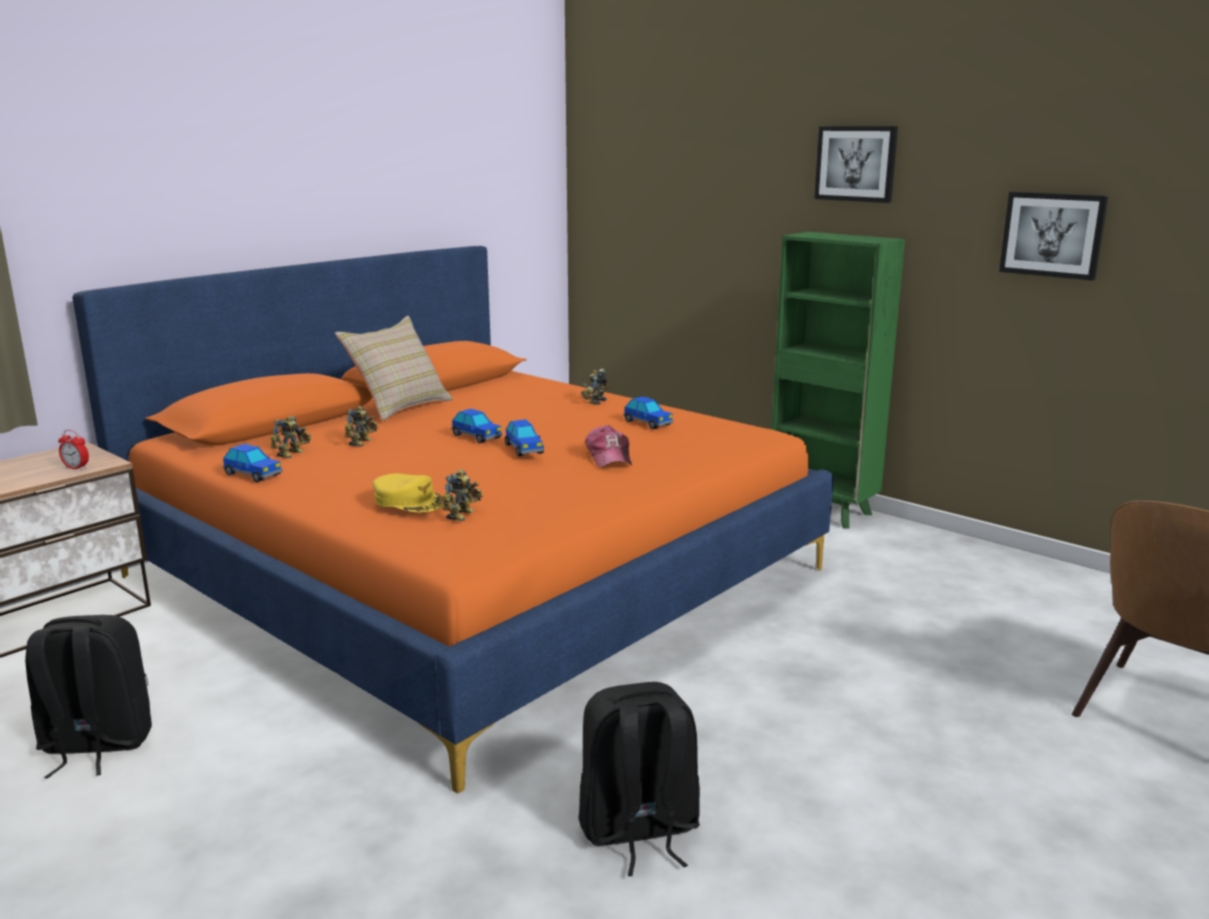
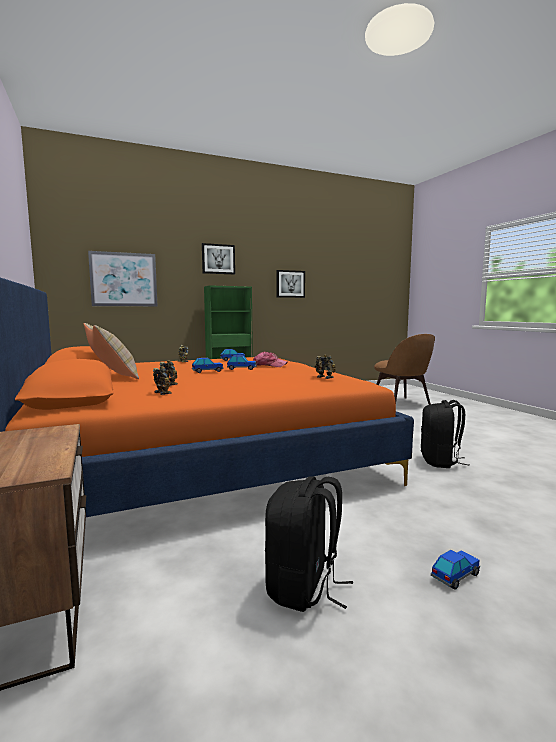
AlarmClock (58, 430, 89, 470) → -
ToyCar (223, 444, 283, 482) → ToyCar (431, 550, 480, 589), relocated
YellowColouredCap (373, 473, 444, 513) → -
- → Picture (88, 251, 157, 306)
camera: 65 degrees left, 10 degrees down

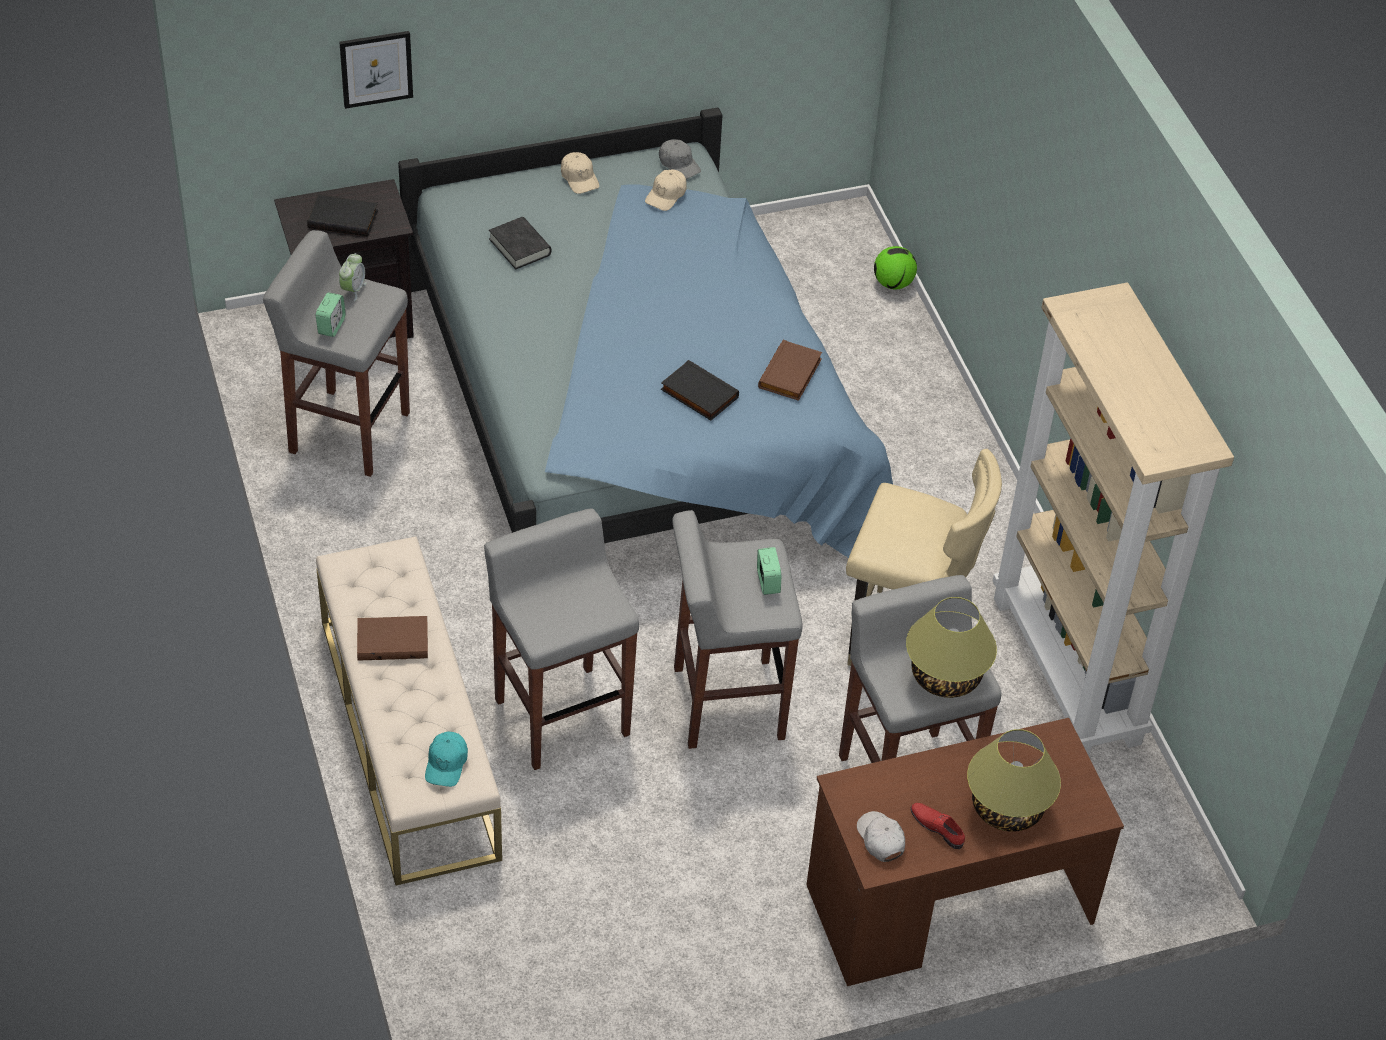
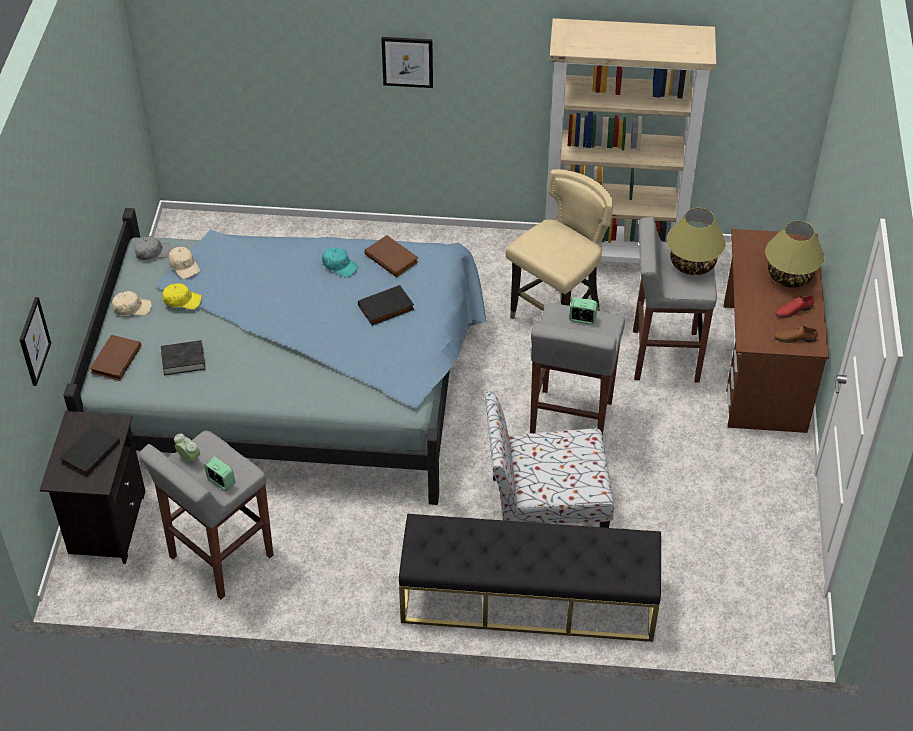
SandColouredIndoorBench (316, 536, 502, 886) → BlackColouredIndoorBench (399, 514, 661, 642)
BrownishVolume (357, 616, 428, 660) → BrownishVolume (90, 335, 141, 381), relocated
BlueGreenCap (425, 732, 468, 787) → BlueGreenCap (322, 247, 358, 277), relocated
GraySittingStool (484, 508, 639, 770) → UprightChair (484, 391, 614, 528)
WhiteColouredCap (857, 811, 905, 862) → BrownishLowShoe (774, 326, 818, 343)
FootballBall (874, 246, 917, 289) → -
- → YellowColouredCap (162, 283, 202, 309)
- → Picture (381, 37, 433, 88)
camera: 65 degrees left, 0 degrees up

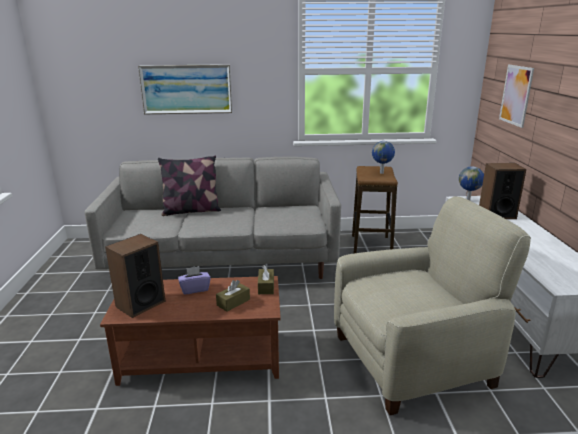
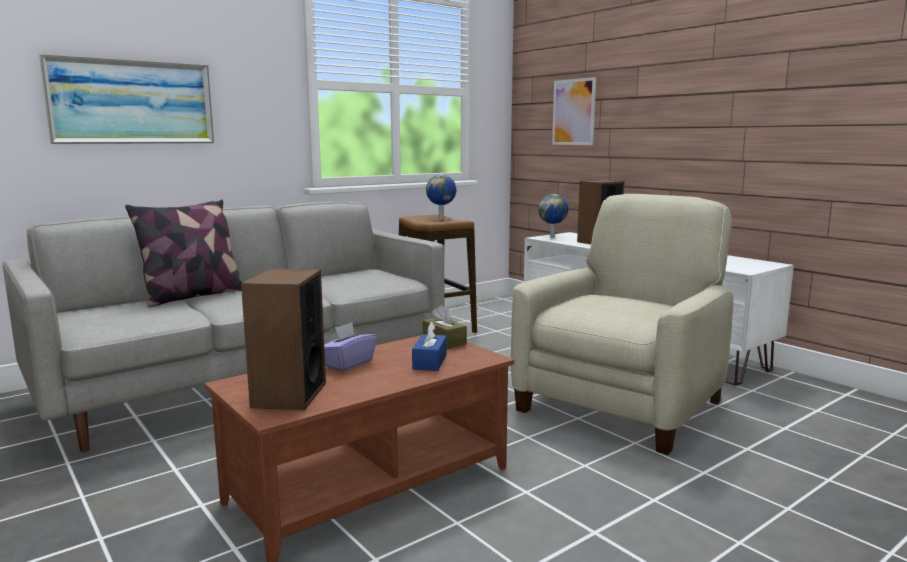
BrownishTissueBox (216, 280, 250, 312) → BlueColouredTissueBox (412, 322, 447, 371)
camera: 35 degrees left, 10 degrees down

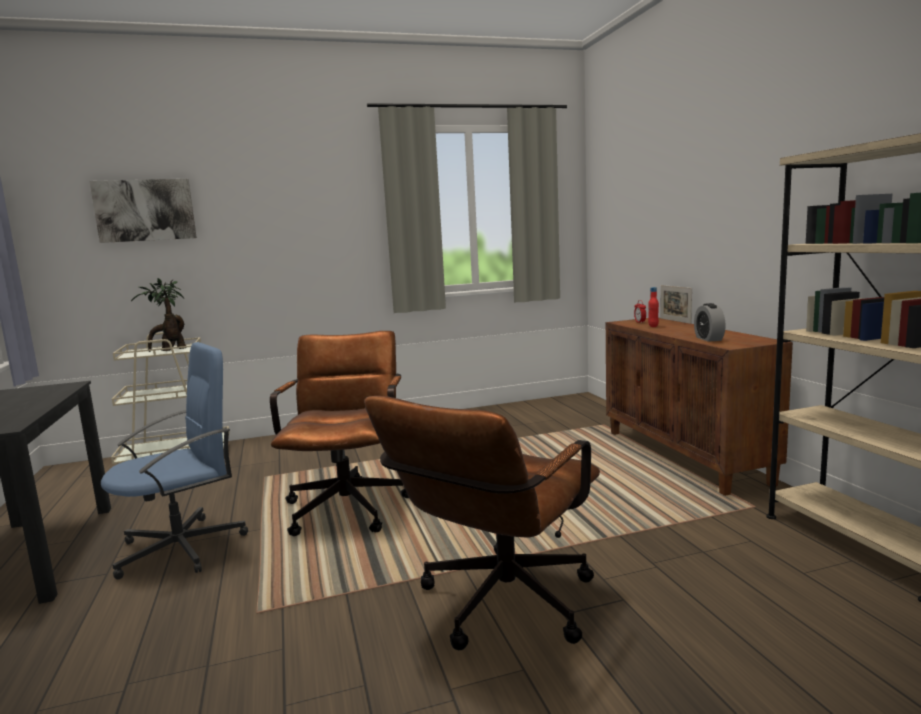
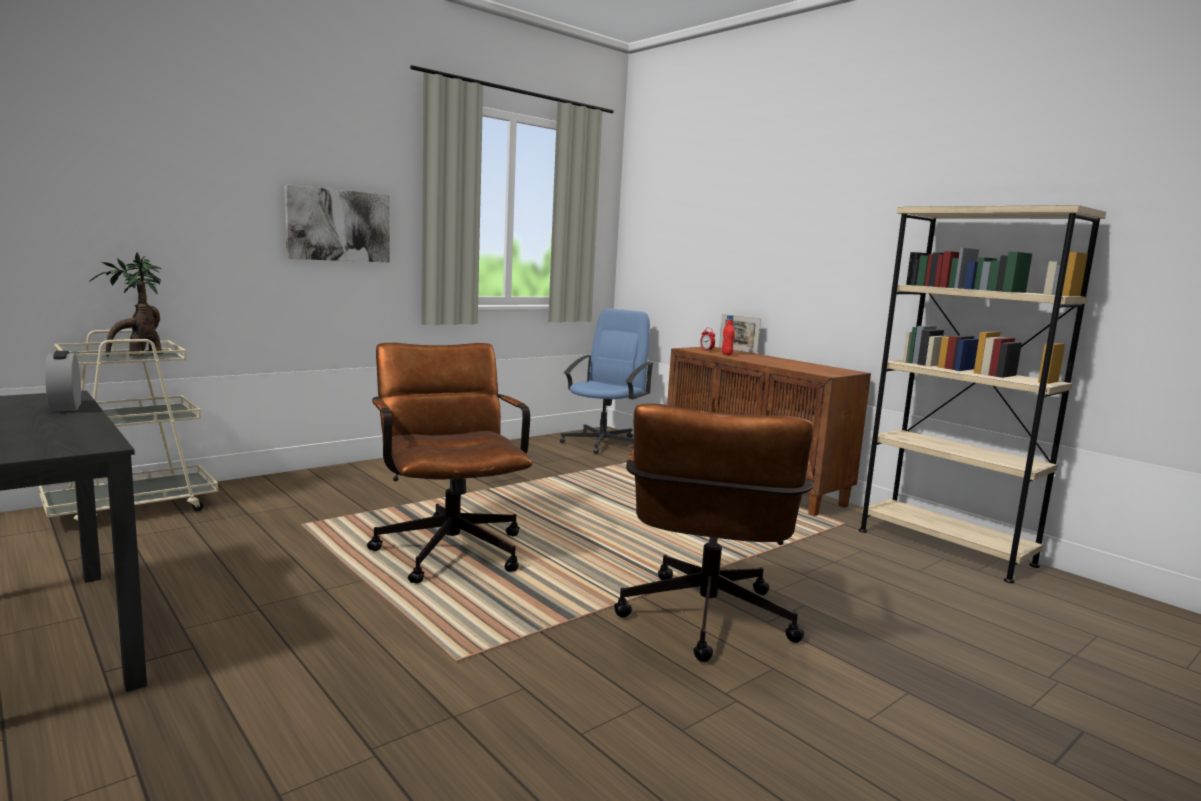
Picture (89, 179, 197, 243) → Picture (285, 185, 390, 263), relocated
BlueColouredOfficeChair (101, 342, 248, 579) → BlueColouredOfficeChair (560, 308, 654, 454), relocated
AlarmClock (694, 303, 726, 342) → AlarmClock (45, 351, 81, 412), relocated
camera: 25 degrees left, 0 degrees up

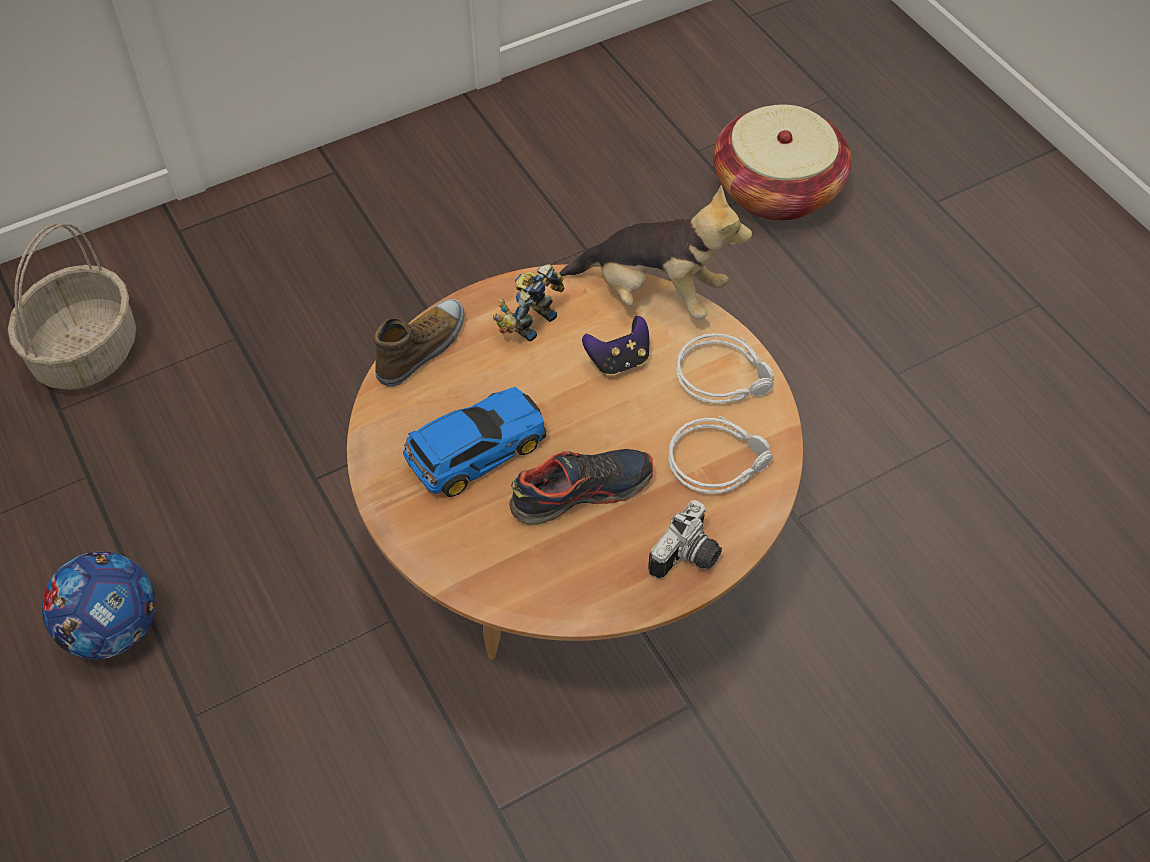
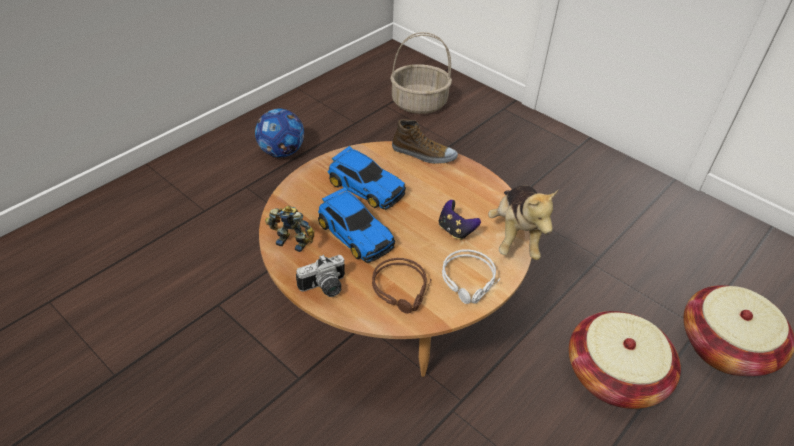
ModelRobot (493, 264, 564, 341) → ModelRobot (265, 205, 315, 252), relocated
LowShoe (509, 449, 653, 526) → ToyCar (318, 187, 395, 263)
StillCamera (648, 500, 722, 579) → StillCamera (296, 254, 345, 297), 45 degrees counterclockwise
GrayHeadset (668, 416, 773, 494) → BrownishHeadset (372, 258, 432, 314)
- → HouseholdBasket (569, 311, 681, 409)
camera: 70 degrees right, 10 degrees down

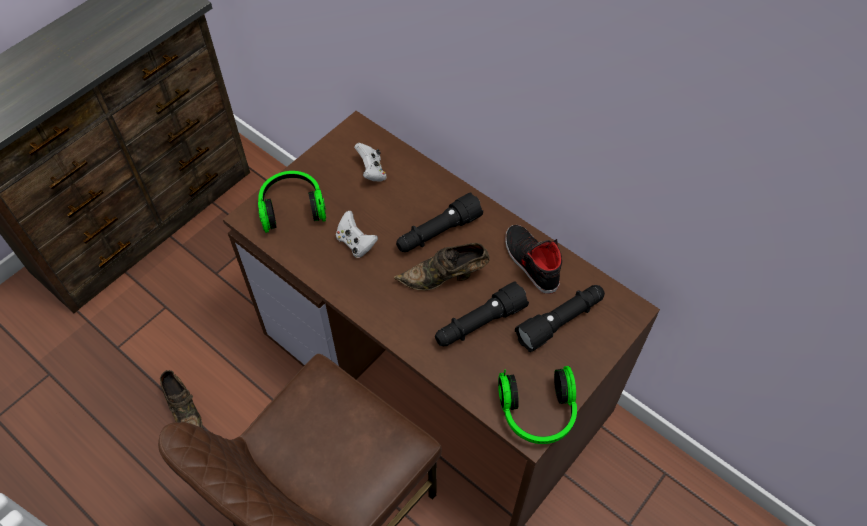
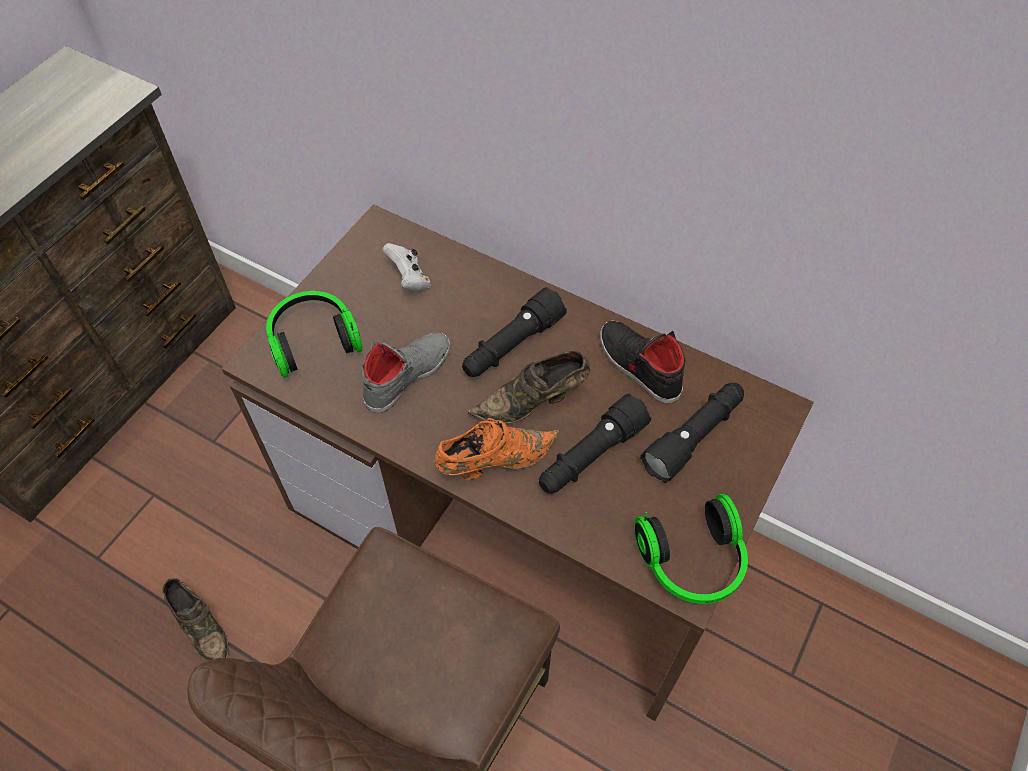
WhiteColouredJoypad (336, 211, 378, 258) → GrayLowShoe (362, 333, 451, 413)
- → OrangeLowShoe (434, 418, 559, 480)
camera: 10 degrees left, 0 degrees up

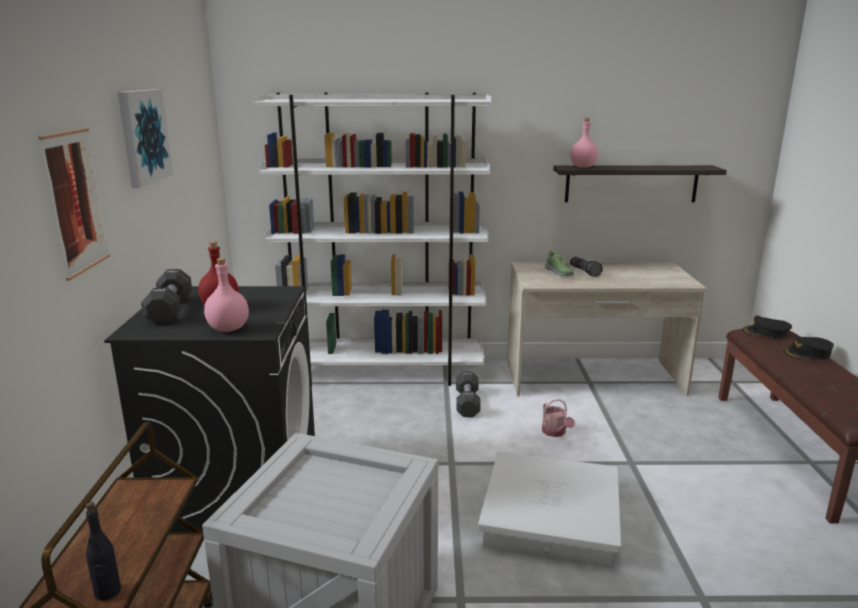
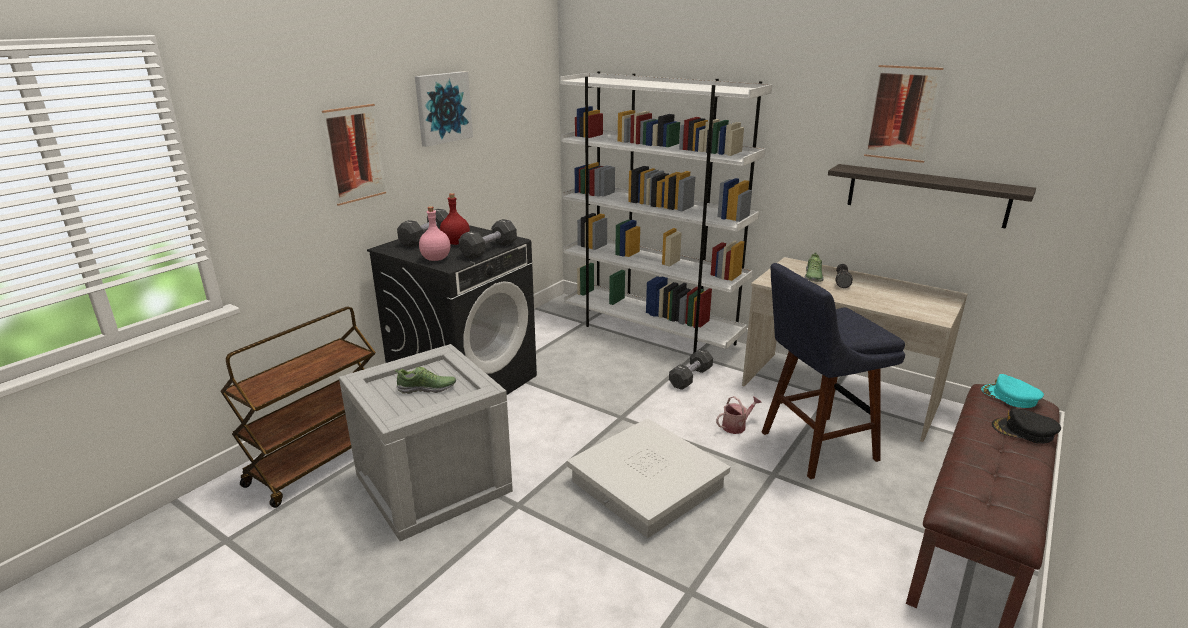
BlackColouredBeverageBottle (86, 502, 121, 601) → -
WateringPot (542, 399, 575, 437) → WateringPot (716, 396, 762, 434), 135 degrees counterclockwise
PinkishBeverageBottle (570, 118, 598, 168) → -
BlackColouredCap (742, 315, 792, 338) → BlueGreenCap (981, 374, 1044, 408)
- → LowShoe (395, 367, 456, 394)
- → BlackColouredFreeWeight (459, 219, 517, 259)
- → BlueColouredSittingStool (762, 263, 905, 479)
- → Picture (864, 65, 943, 163)
camera: 35 degrees right, 5 degrees up

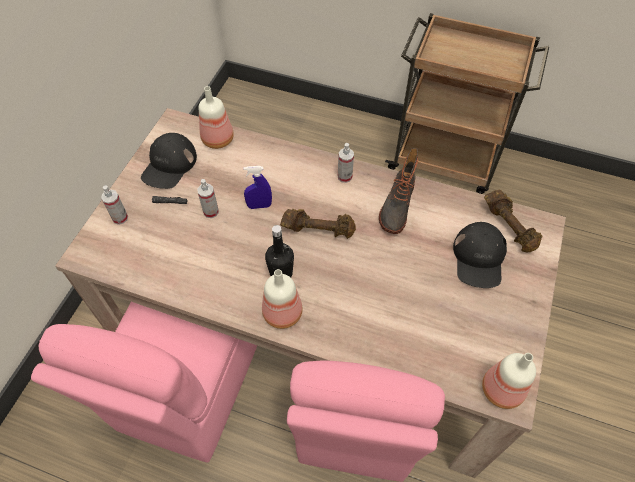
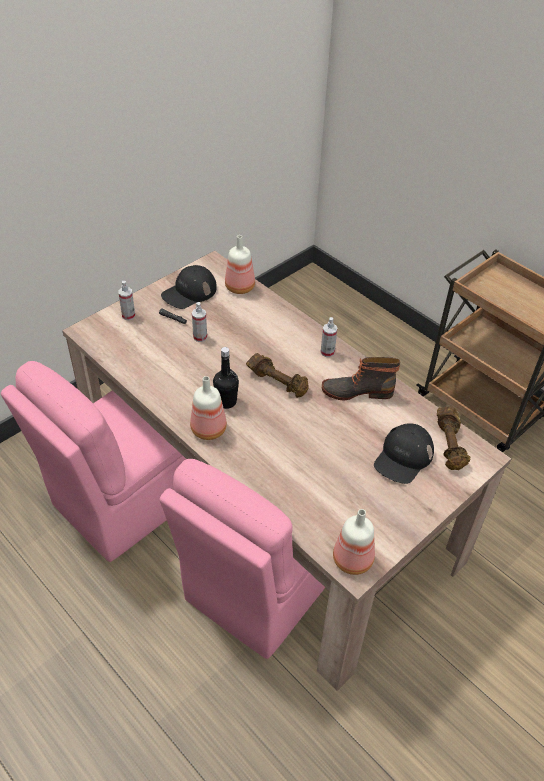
BlueColouredHandSprayer (243, 166, 272, 209) → -
TallBoot (379, 148, 418, 234) → TallBoot (322, 357, 400, 400), 45 degrees clockwise
camera: 25 degrees right, 10 degrees down

